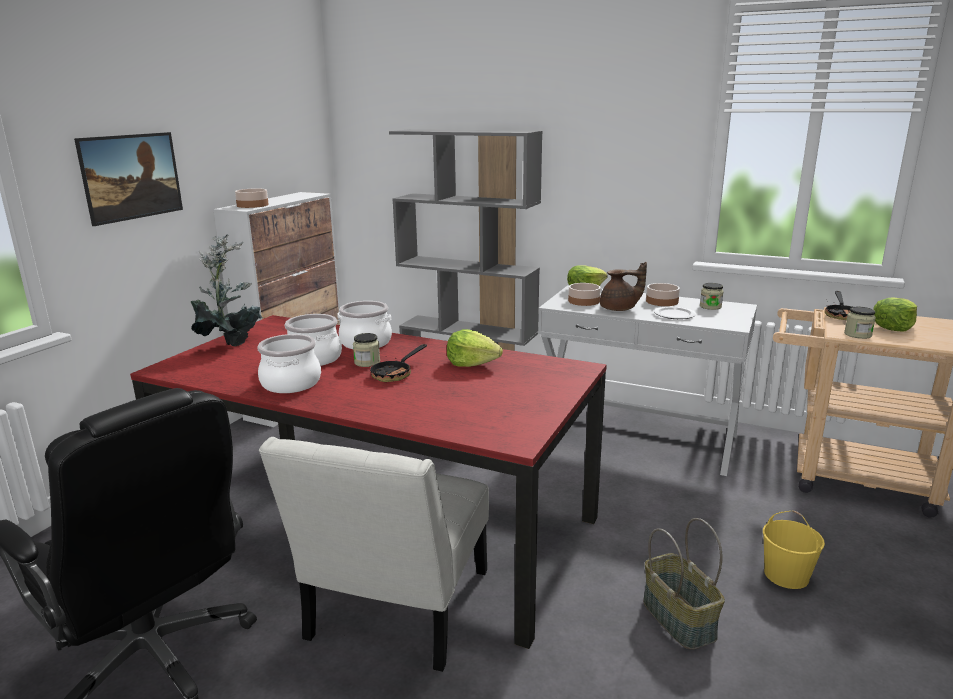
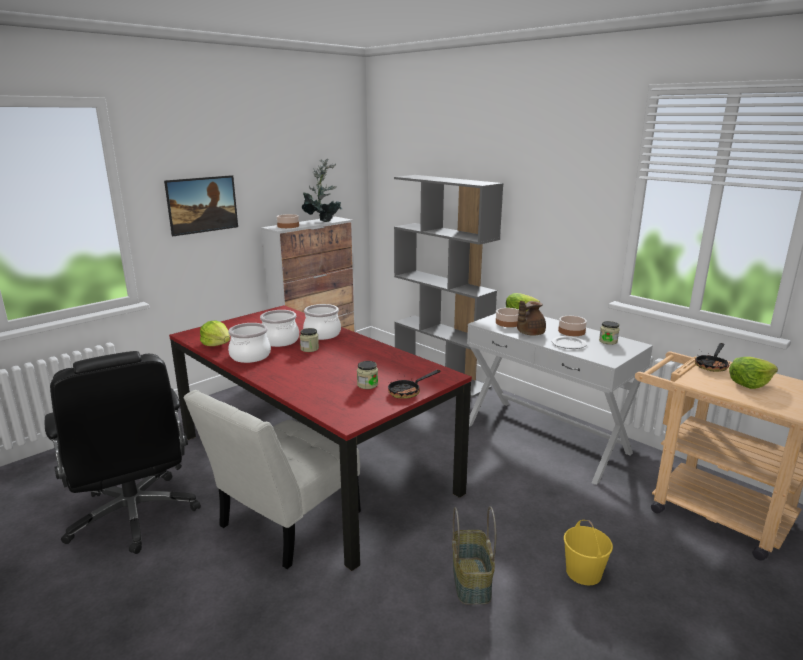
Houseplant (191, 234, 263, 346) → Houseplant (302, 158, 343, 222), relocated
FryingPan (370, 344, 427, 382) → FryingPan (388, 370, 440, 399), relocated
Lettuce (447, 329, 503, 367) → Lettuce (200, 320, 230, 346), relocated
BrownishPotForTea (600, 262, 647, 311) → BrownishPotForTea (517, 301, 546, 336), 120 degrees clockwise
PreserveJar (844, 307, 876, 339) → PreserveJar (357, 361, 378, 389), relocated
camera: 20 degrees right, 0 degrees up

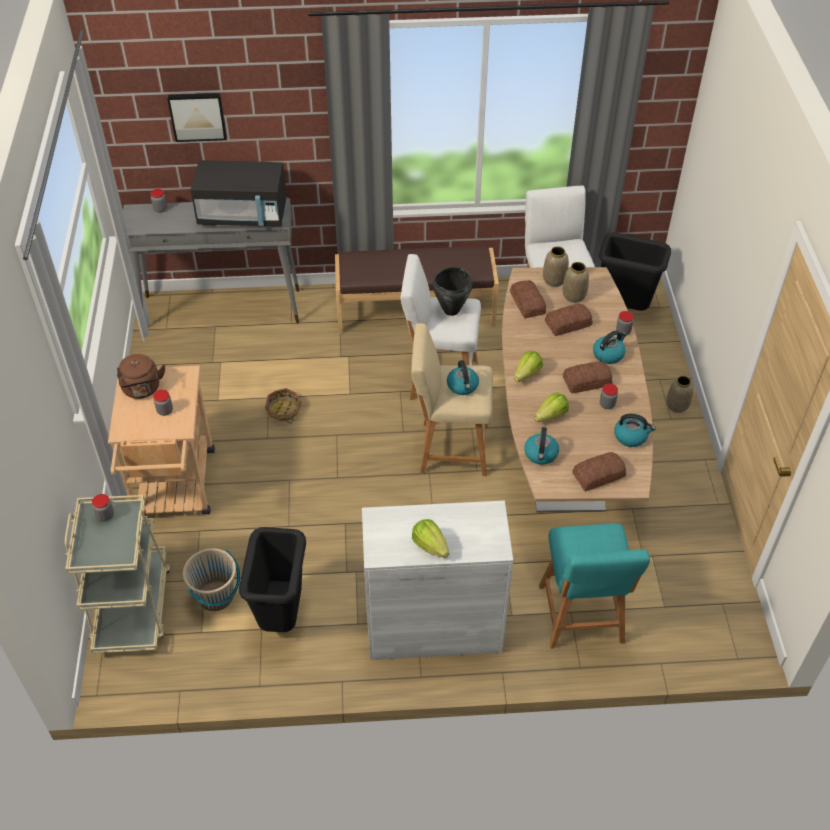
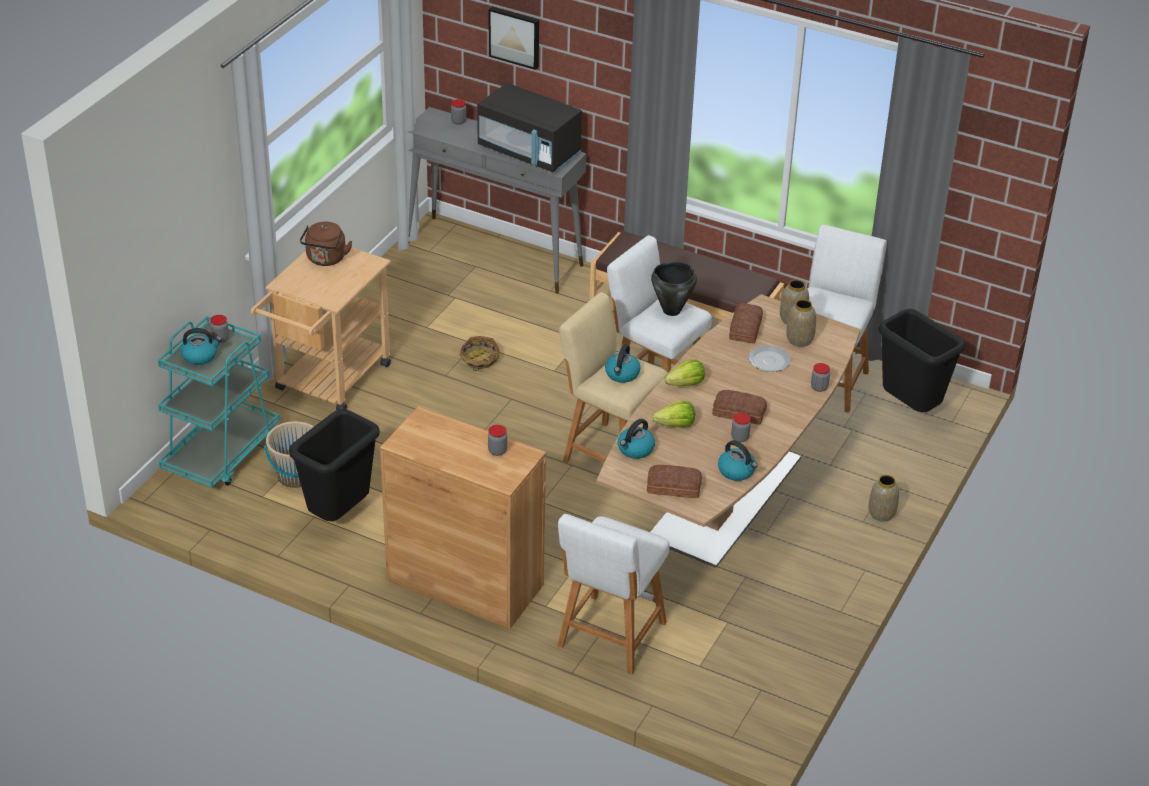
SandColouredWheeledCart (65, 495, 171, 654) → BlueGreenWheeledCart (158, 316, 280, 488)
PreserveJar (153, 390, 173, 416) → PreserveJar (488, 425, 507, 456), relocated
WhiteColouredCabinet (362, 500, 513, 660) → BrownishCabinet (380, 406, 546, 629)
Lettuce (412, 519, 449, 558) → -
BlueGreenSittingStool (539, 523, 650, 649) → WhiteColouredSittingStool (557, 514, 670, 675)
Bread (545, 304, 593, 336) → Plate (748, 345, 791, 372)
WaterKettle (593, 331, 627, 364) → WaterKettle (181, 328, 222, 365), relocated
camera: 30 degrees right, 10 degrees down

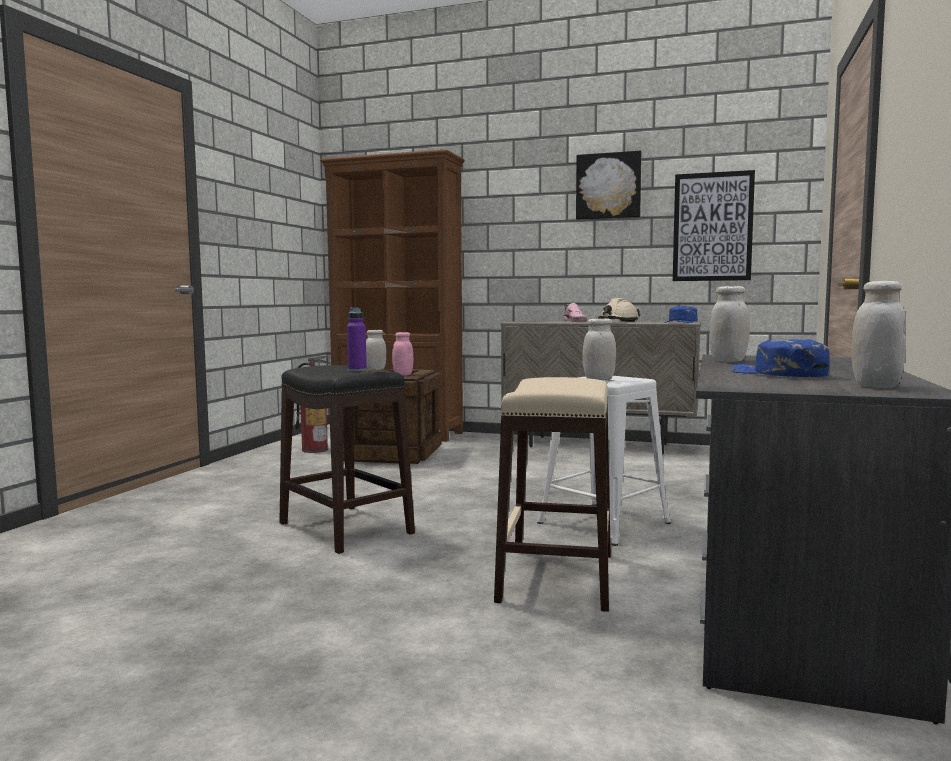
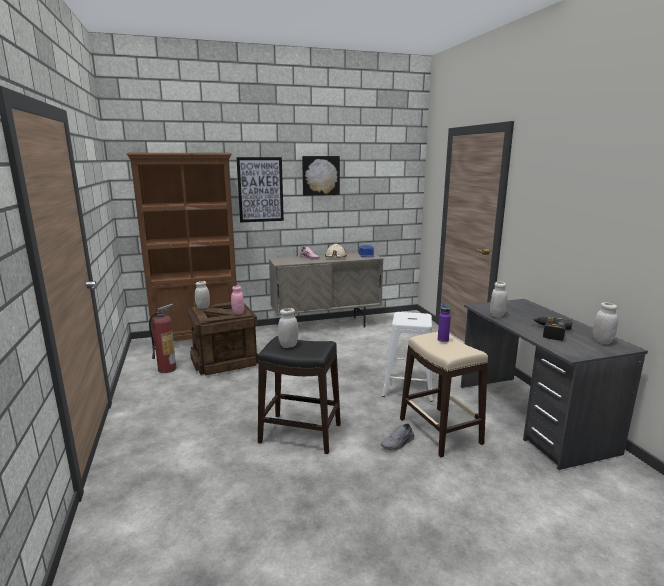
PurpleBeverageBottle (347, 307, 367, 372) → PurpleBeverageBottle (438, 304, 451, 342), relocated
WhiteColouredPreserveJar (583, 318, 616, 380) → WhiteColouredPreserveJar (278, 308, 298, 348), relocated
Picture (673, 170, 755, 281) → Picture (236, 157, 284, 222), relocated
BlueColouredCap (731, 339, 829, 377) → Drill (532, 317, 573, 341)
- → GrayLowShoe (381, 424, 415, 451)
camera: 35 degrees left, 10 degrees up

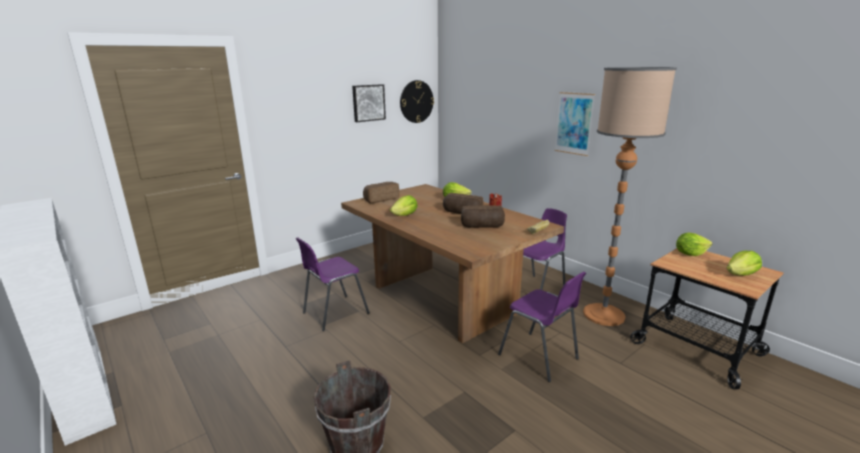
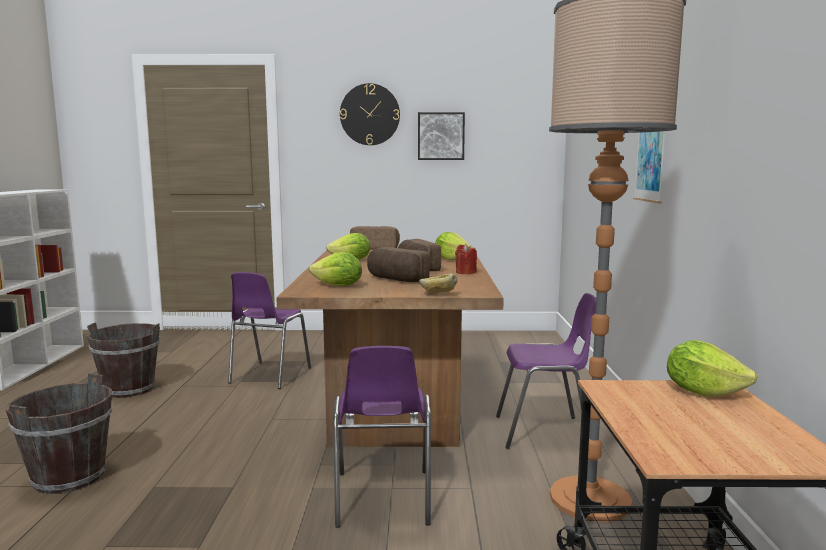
PurpleUprightChair (296, 237, 370, 331) → PurpleUprightChair (228, 272, 311, 389), 75 degrees counterclockwise
HangingClock (400, 80, 434, 123) → HangingClock (340, 83, 400, 145), relocated
Lettuce (727, 251, 762, 276) → Lettuce (309, 252, 362, 286), relocated
- → BrownishPail (87, 323, 160, 398)
camera: 40 degrees right, 10 degrees down

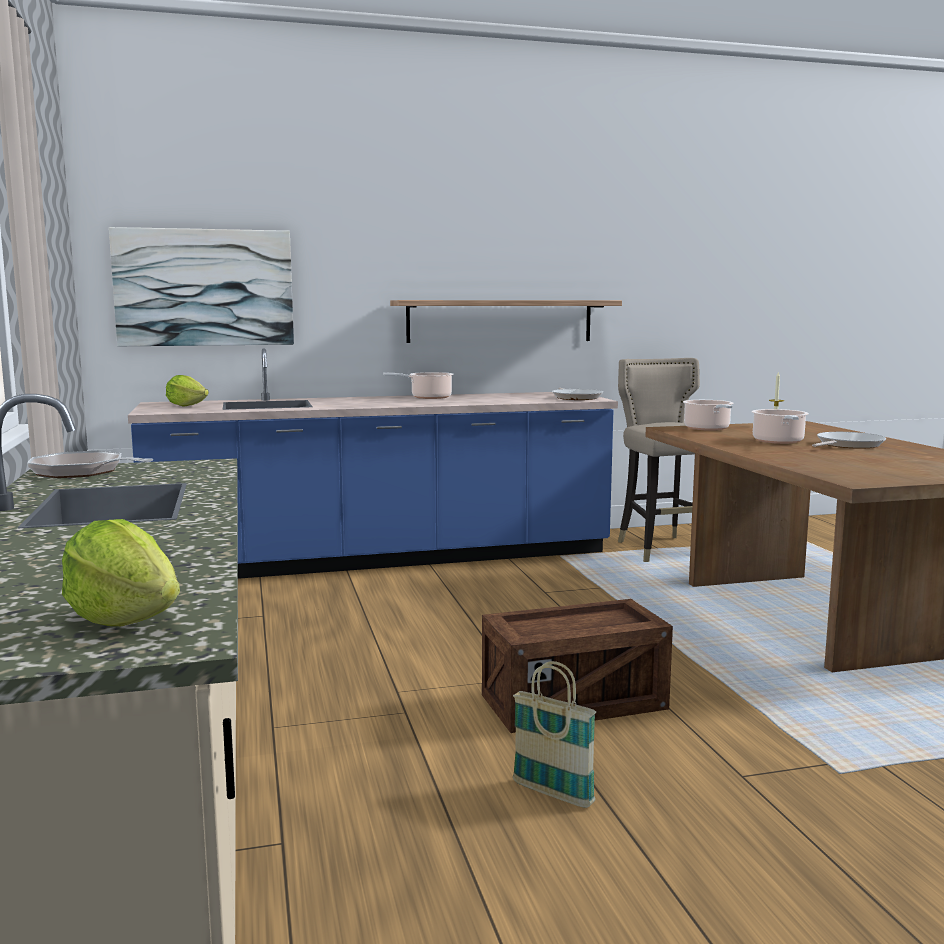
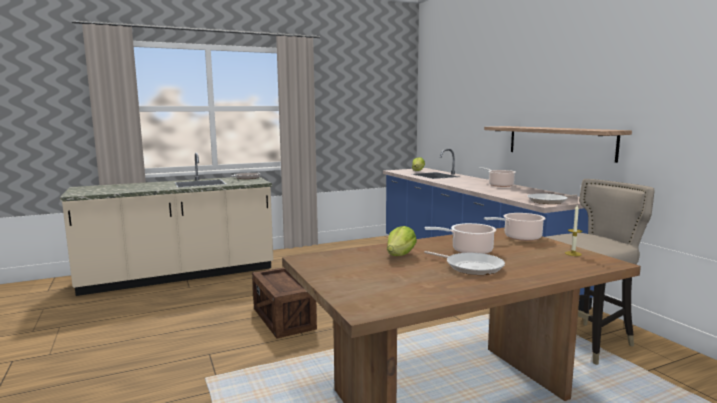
Lettuce (62, 519, 180, 626) → Lettuce (387, 226, 417, 256), relocated
Picture (109, 227, 294, 347) → -
HouseholdBasket (513, 661, 596, 808) → -
camera: 80 degrees right, 0 degrees up

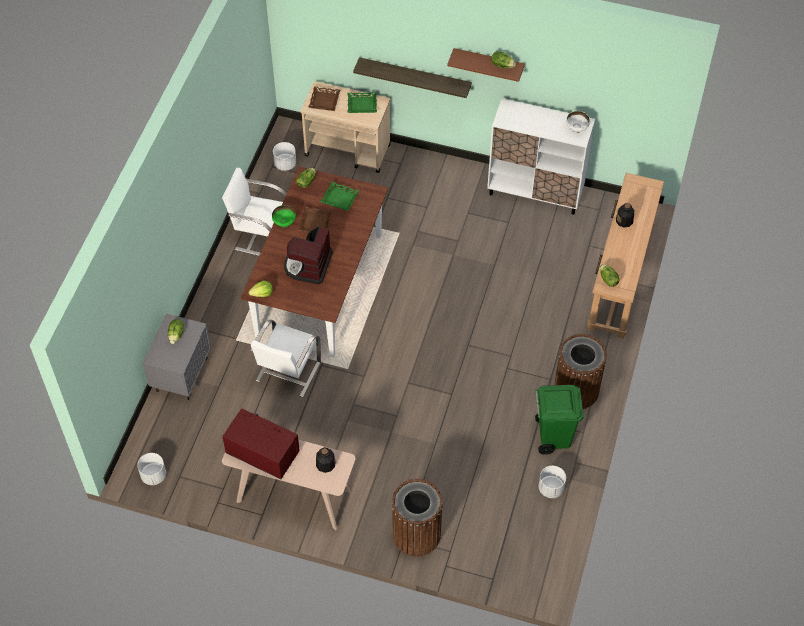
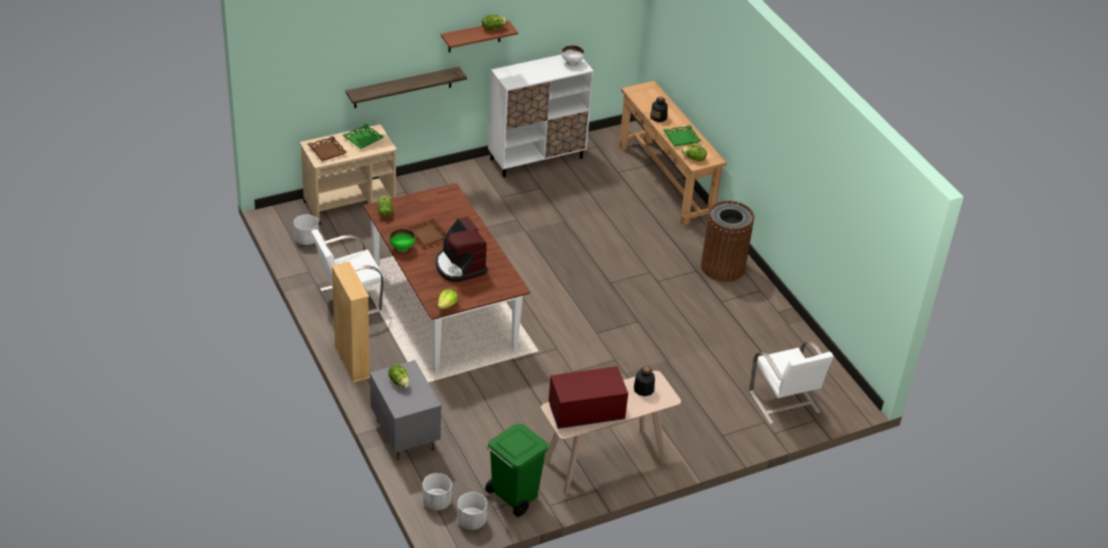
WhiteColouredUprightChair (250, 320, 321, 397) → WhiteColouredUprightChair (749, 341, 834, 424), relocated
GreenCarryingTray (320, 182, 359, 211) → GreenCarryingTray (663, 125, 701, 146), relocated
BrownishWasteBin (392, 479, 443, 556) → -
GreenWasteBin (535, 385, 584, 454) → GreenWasteBin (485, 424, 549, 517), relocated
WhiteColouredFlowerPot (539, 466, 566, 498) → WhiteColouredFlowerPot (422, 473, 452, 510), relocated
- → SandColouredBookshelf (331, 261, 370, 383)
camera: 45 degrees left, 15 degrees down

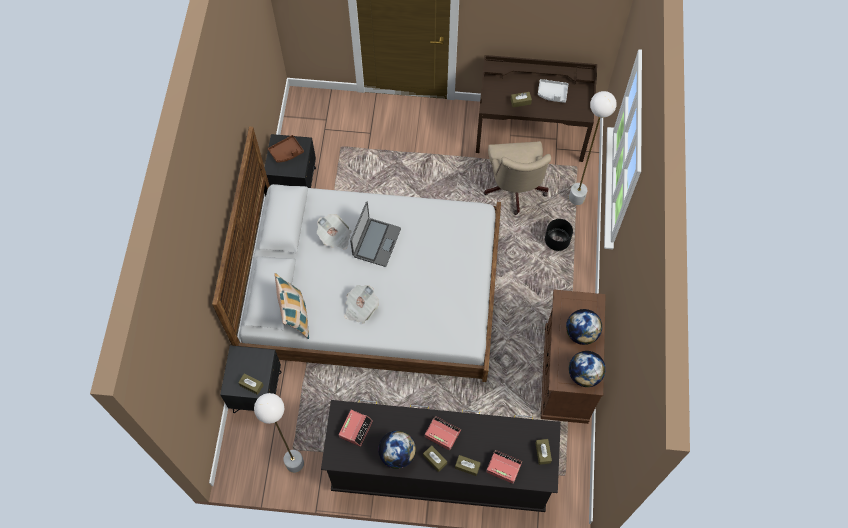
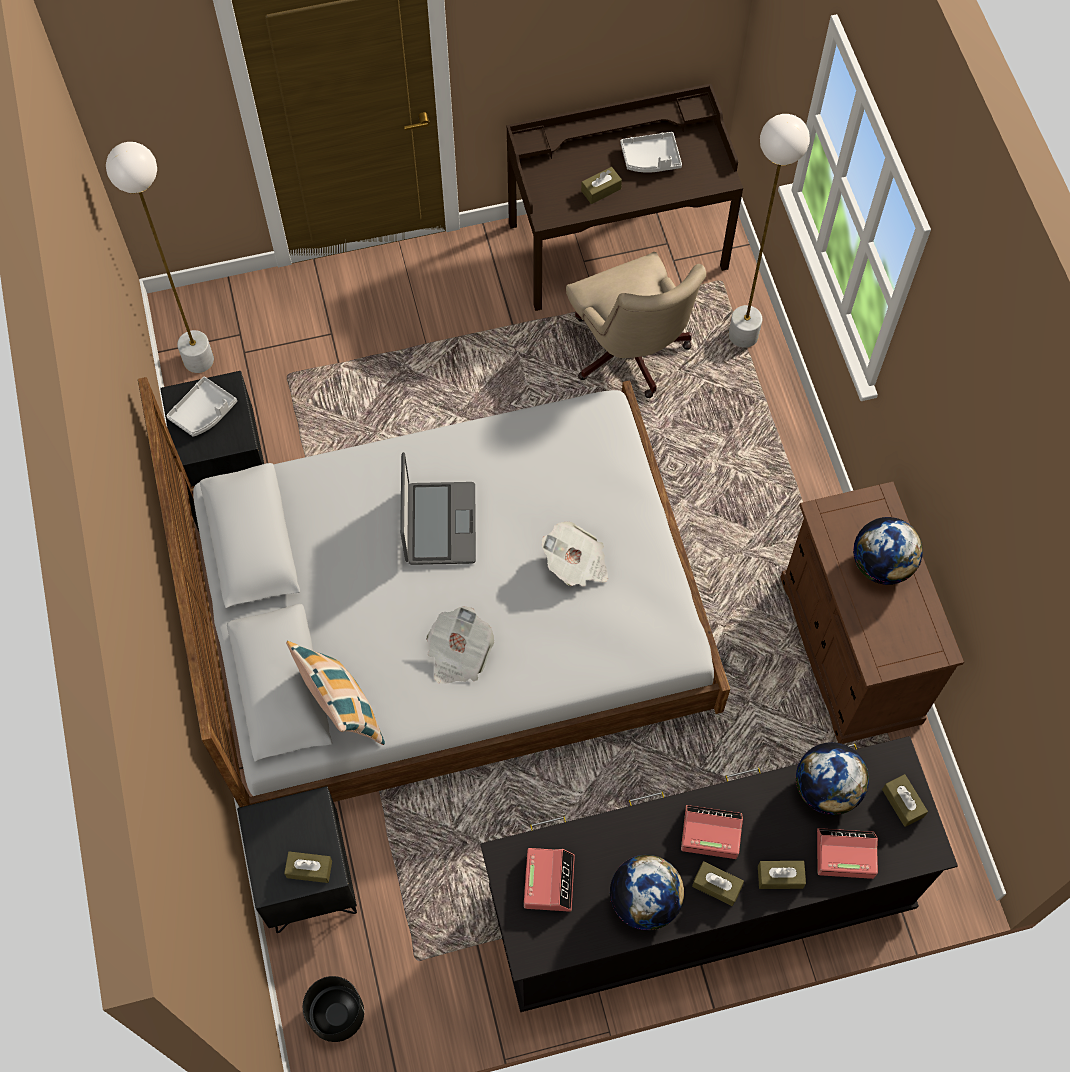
WhiteColouredStandingLamp (254, 393, 304, 473) → WhiteColouredStandingLamp (106, 142, 214, 373), relocated
BrownishCarryingTray (268, 135, 304, 163) → GrayCarryingTray (167, 377, 237, 437)
DailyPaper (317, 214, 352, 250) → DailyPaper (542, 522, 608, 587), relocated
BlackColouredFlowerPot (545, 219, 573, 251) → BlackColouredFlowerPot (303, 976, 364, 1042), relocated
Globe (569, 351, 606, 387) → Globe (796, 742, 869, 815), relocated
camera: 20 degrees left, 0 degrees up

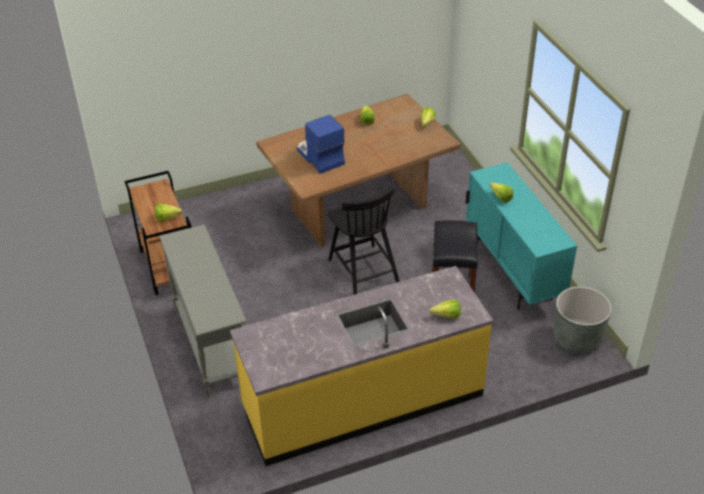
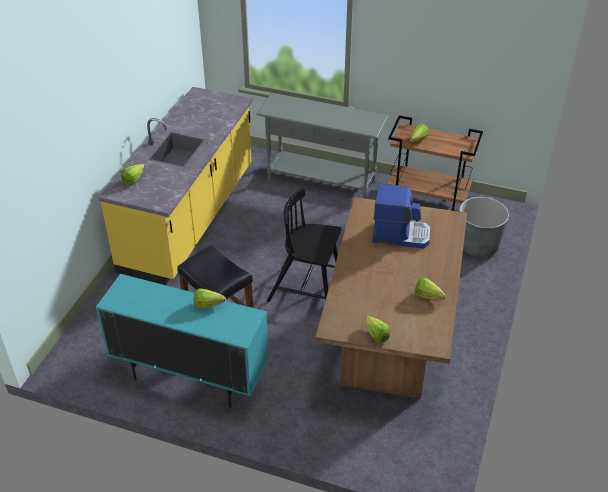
GrayFlowerPot (553, 287, 611, 354) → GrayFlowerPot (459, 197, 509, 257), relocated
camera: 130 degrees right, 0 degrees up

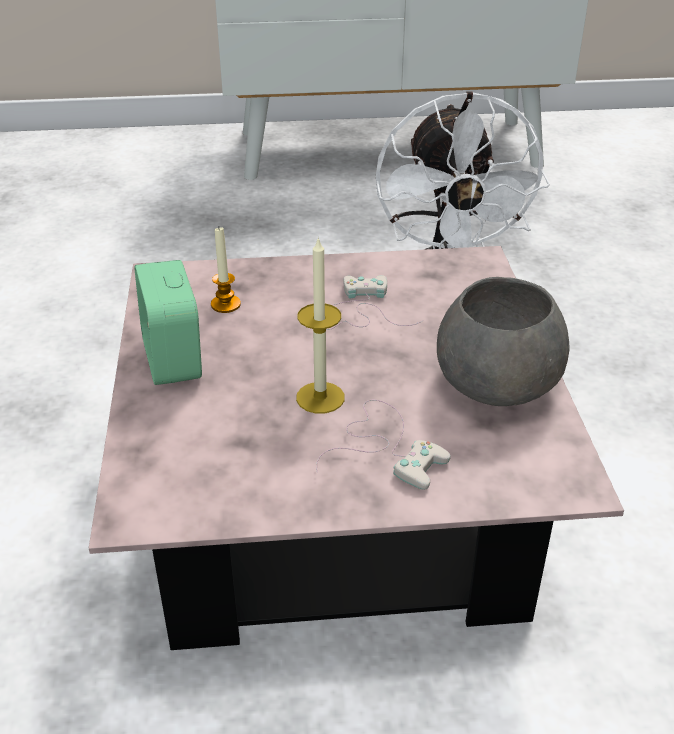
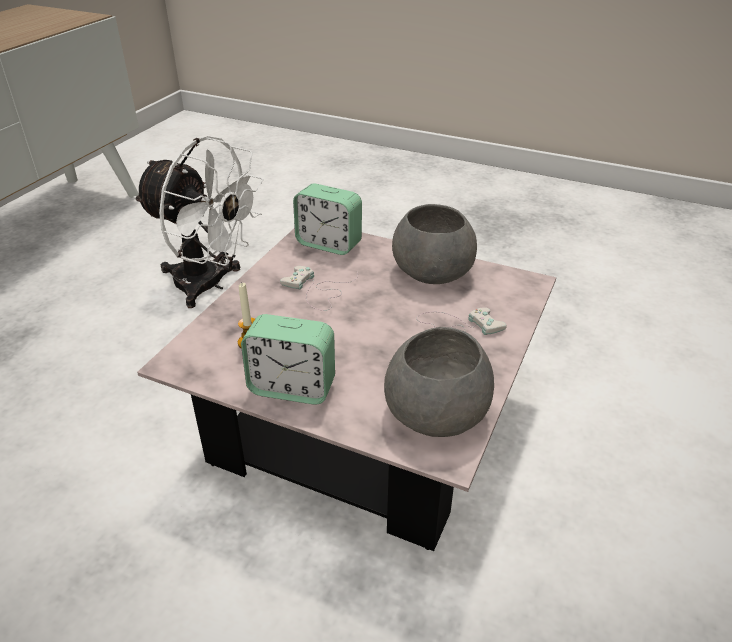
WaxCandle (296, 236, 345, 413) → -
- → AlarmClock (293, 183, 362, 255)
- → GrayDeepDish (384, 327, 494, 437)
camera: 60 degrees left, 0 degrees up

